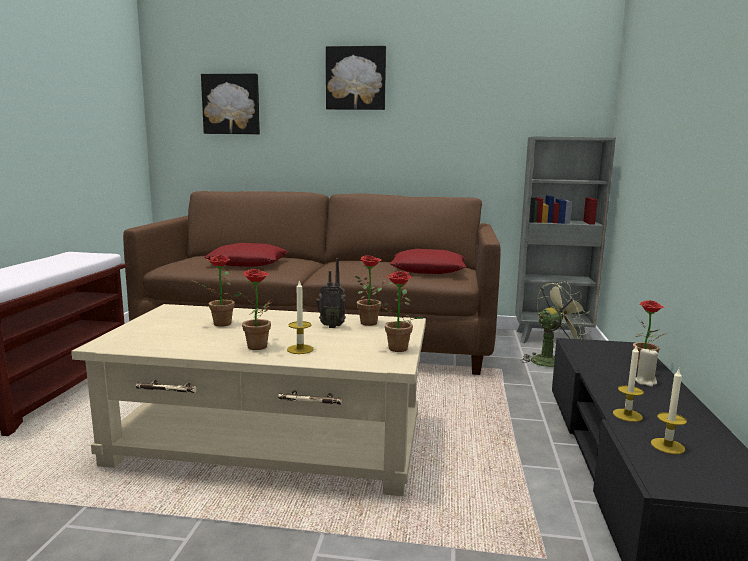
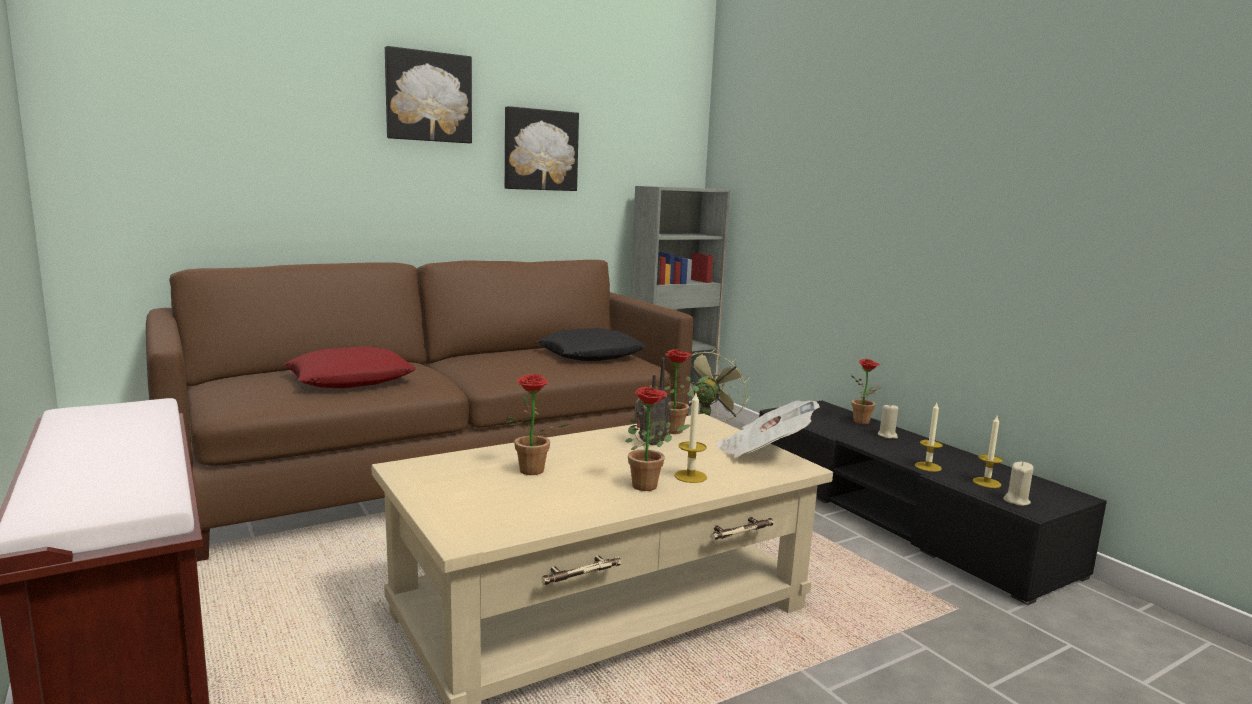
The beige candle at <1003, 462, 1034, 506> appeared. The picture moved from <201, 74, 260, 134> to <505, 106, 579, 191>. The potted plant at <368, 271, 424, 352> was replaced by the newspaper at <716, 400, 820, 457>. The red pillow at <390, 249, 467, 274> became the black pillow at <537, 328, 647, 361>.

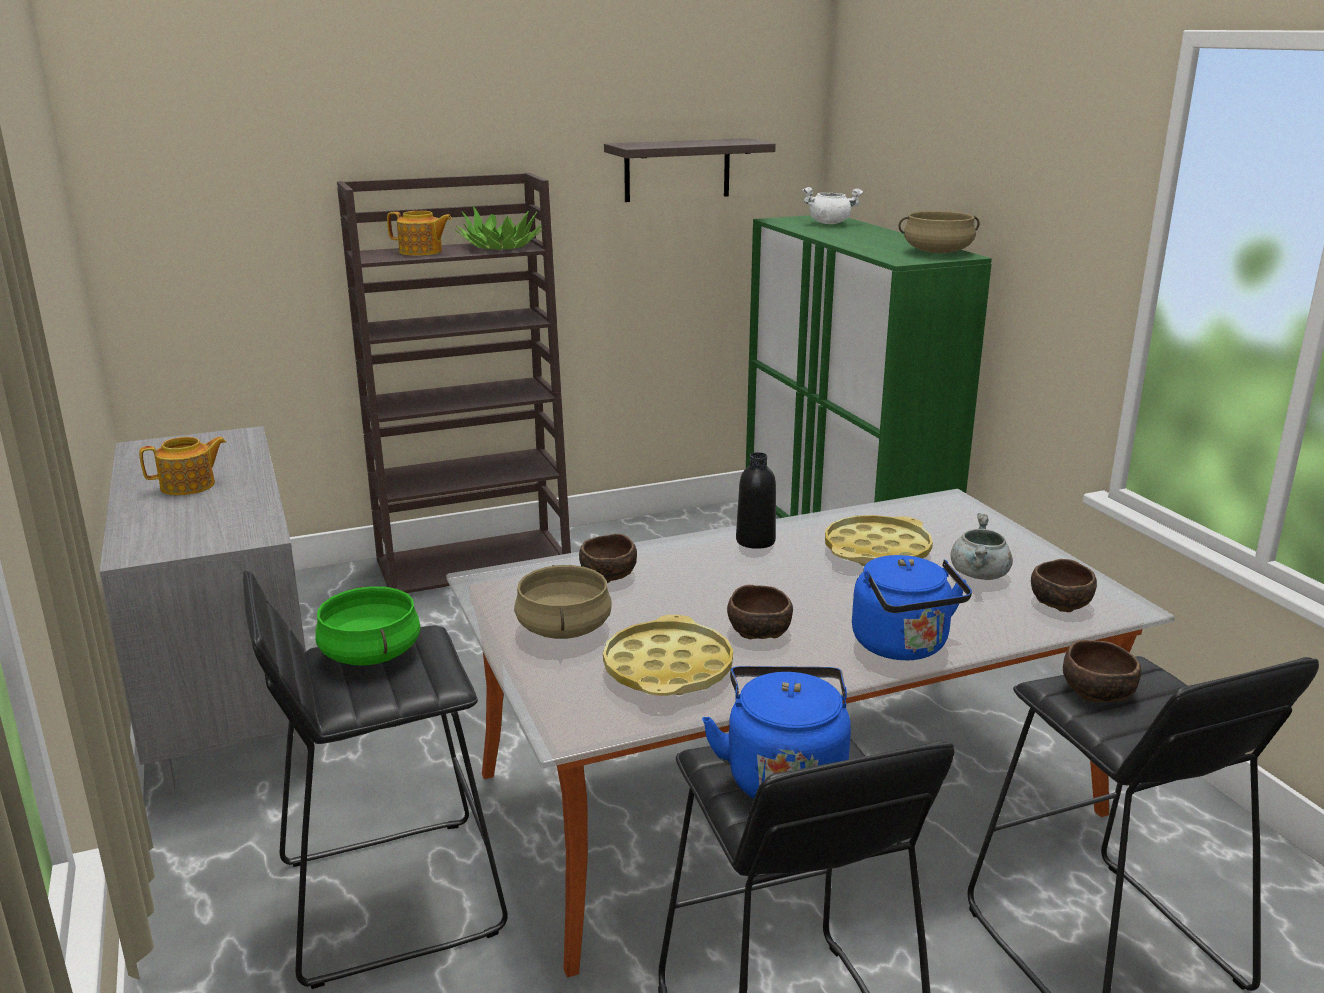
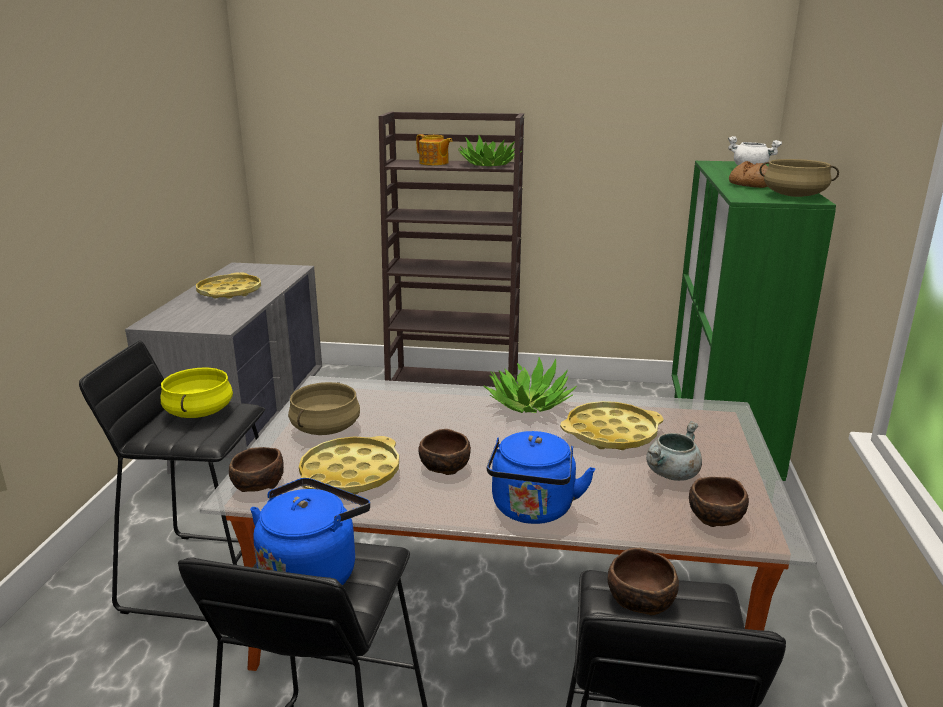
The shelf at <604, 138, 776, 202> disappeared. The bread at <729, 161, 768, 188> appeared. The brown bowl moved from <579, 534, 637, 583> to <229, 447, 284, 492>. The teapot at <139, 437, 226, 495> was replaced by the yellow tray at <196, 272, 261, 299>. The black bottle at <736, 452, 776, 549> was replaced by the potted plant at <484, 357, 577, 413>. The green cooking pot at <316, 586, 421, 666> became the yellow cooking pot at <160, 367, 233, 418>.

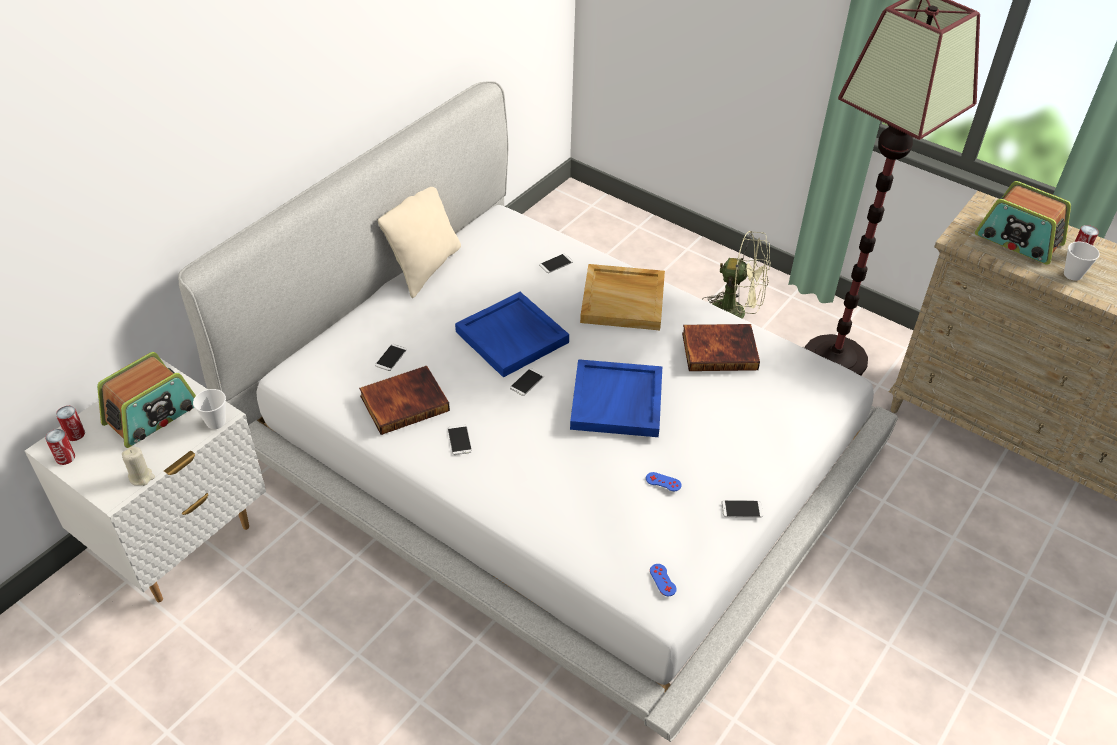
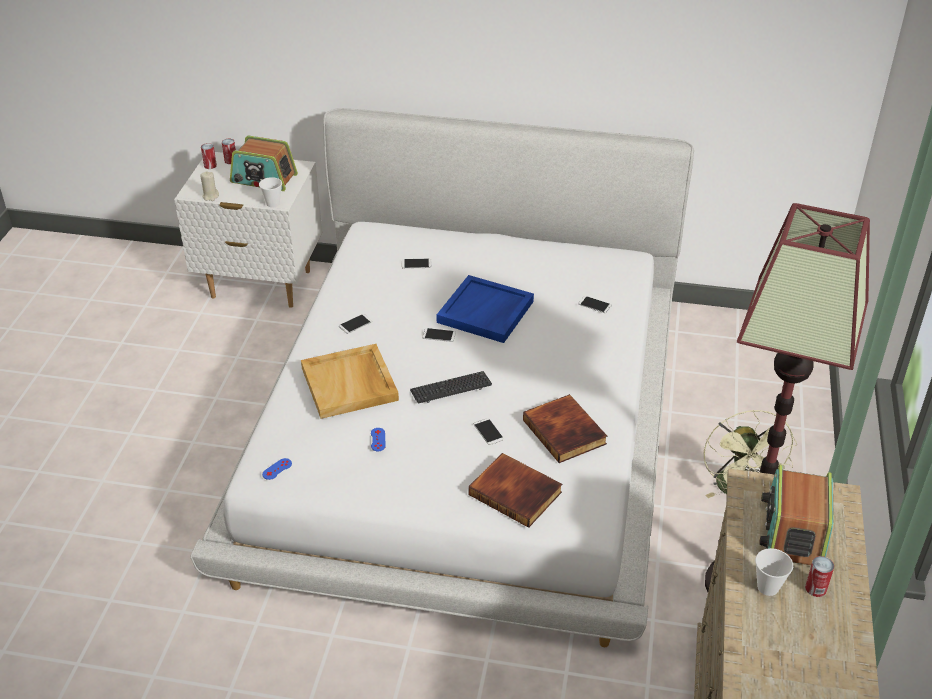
The beige pillow at <378, 187, 461, 298> disappeared. The book moved from <359, 366, 450, 435> to <468, 453, 562, 528>. The beige tray moved from <580, 264, 665, 330> to <301, 344, 399, 419>. The phone moved from <721, 500, 763, 518> to <474, 418, 504, 445>. The blue tray at <570, 359, 662, 437> was replaced by the keyboard at <410, 371, 492, 404>.

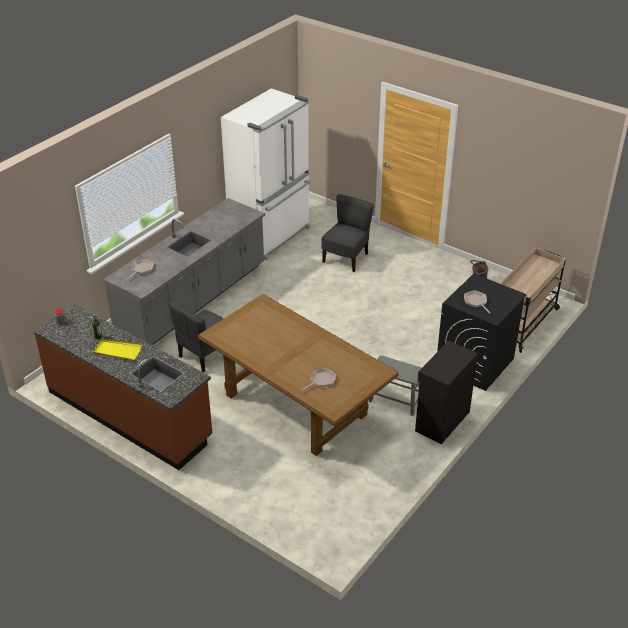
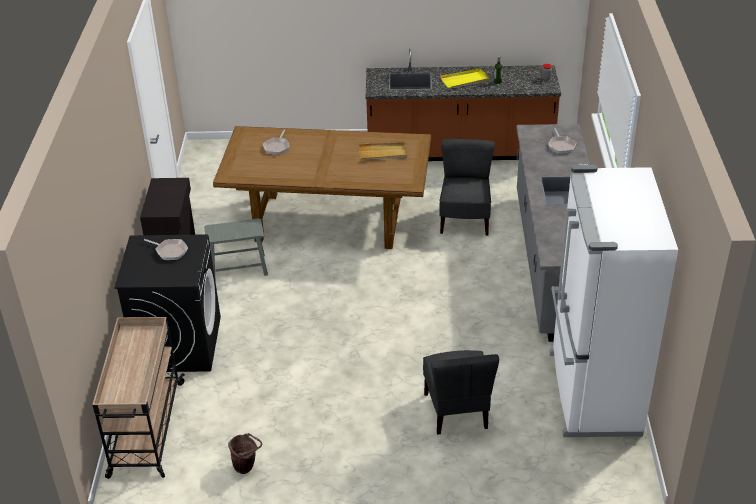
The beige tray at <359, 142, 407, 160> appeared.

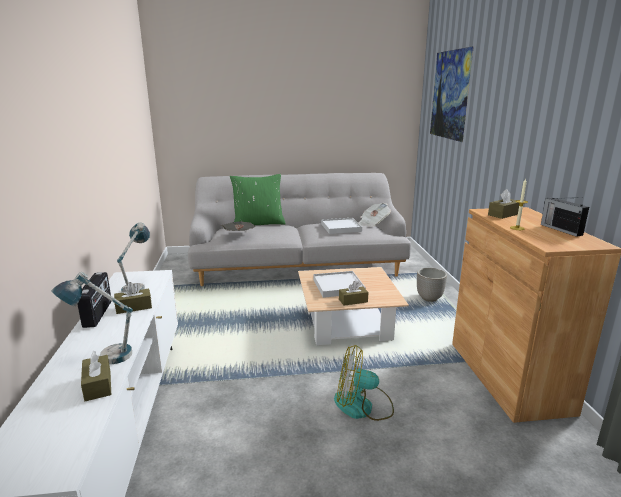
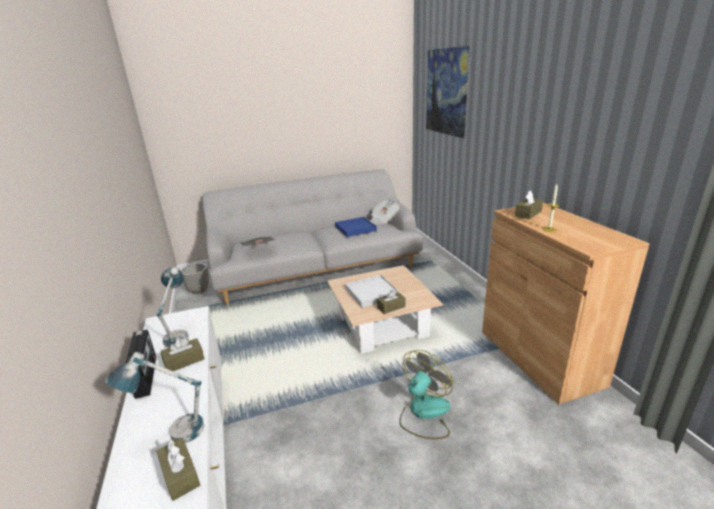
The green pillow at <230, 174, 286, 225> disappeared. The radio at <541, 197, 589, 237> disappeared. The planter moved from <417, 268, 447, 302> to <180, 263, 209, 294>. The white tray at <321, 218, 362, 234> became the blue tray at <335, 217, 377, 237>. The fan at <334, 345, 394, 421> turned 135 degrees clockwise.

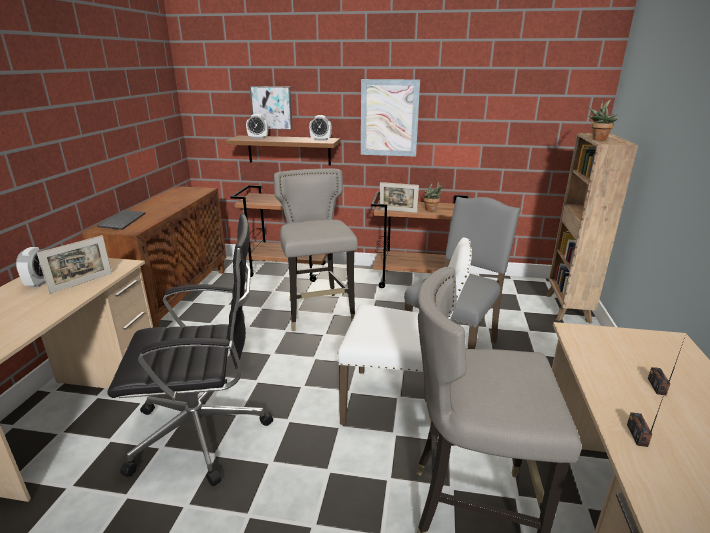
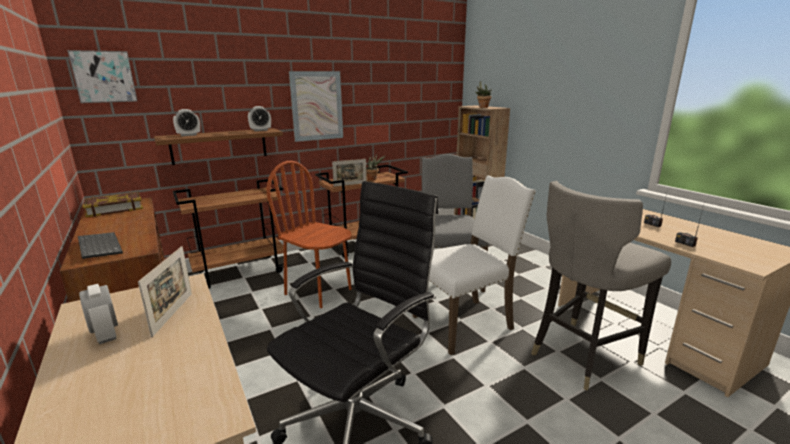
The book at <83, 192, 143, 217> appeared. The picture moved from <250, 86, 293, 130> to <67, 50, 138, 103>. The grey stool at <274, 169, 358, 331> was replaced by the brown chair at <266, 161, 352, 308>.

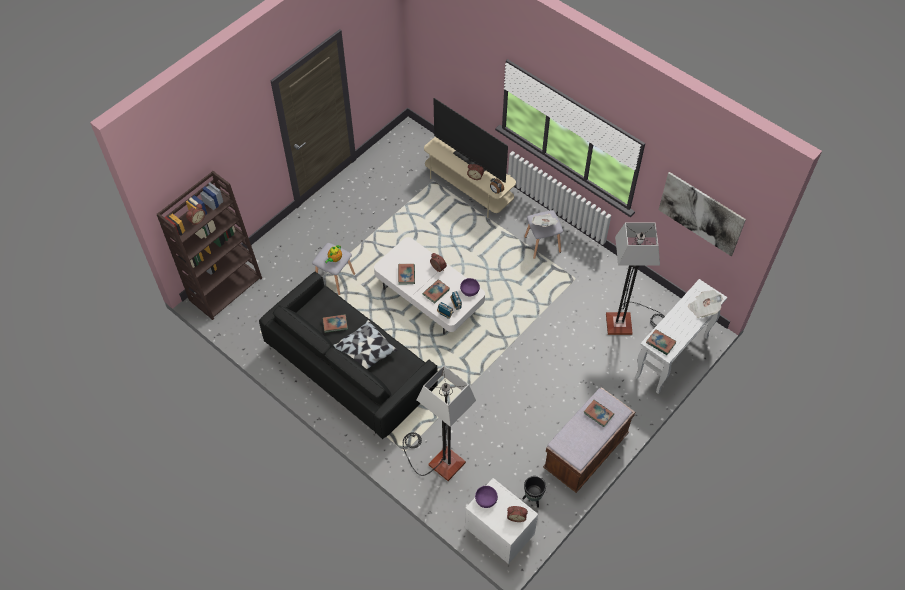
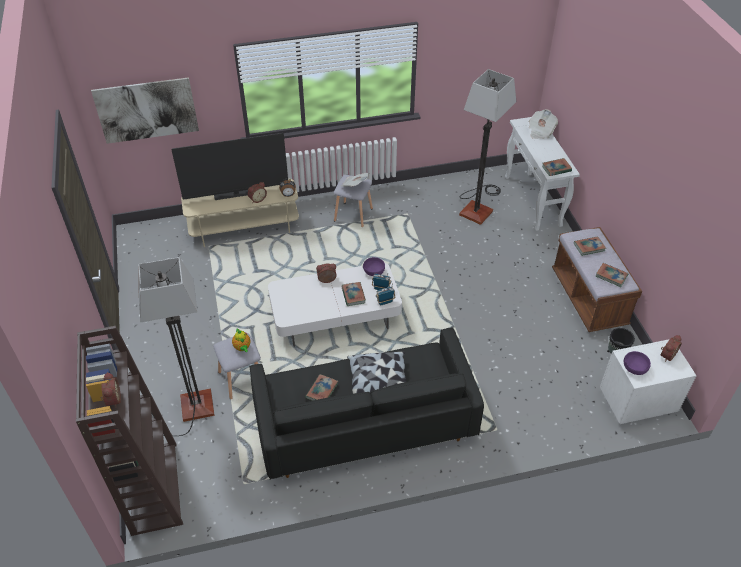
The book moved from <398, 264, 415, 285> to <596, 263, 629, 287>. The floor lamp moved from <403, 366, 476, 481> to <138, 257, 215, 436>. The picture moved from <659, 172, 746, 256> to <91, 77, 199, 144>.

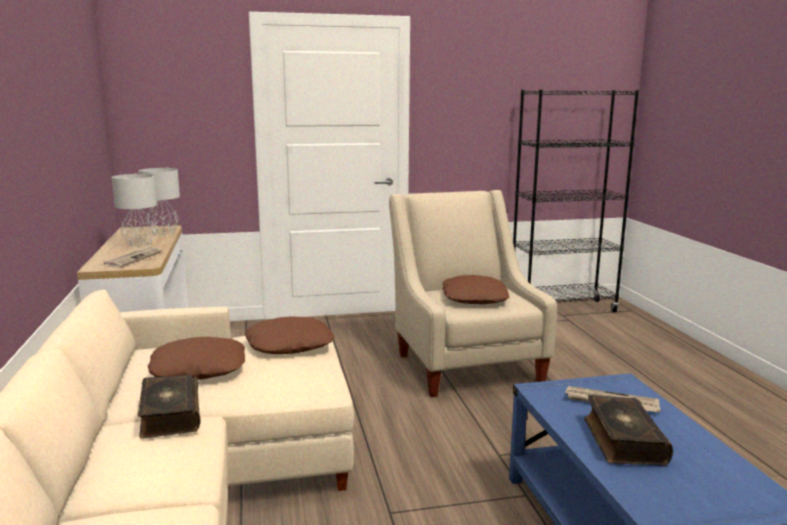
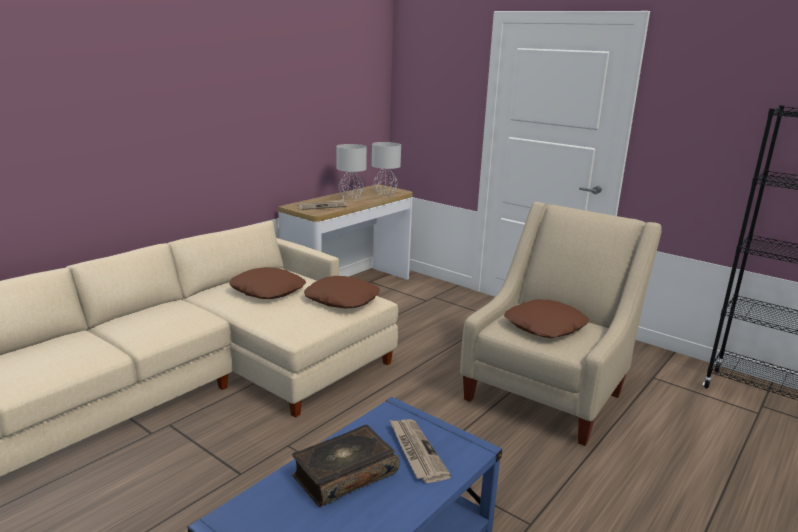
The book at <138, 375, 201, 439> disappeared.

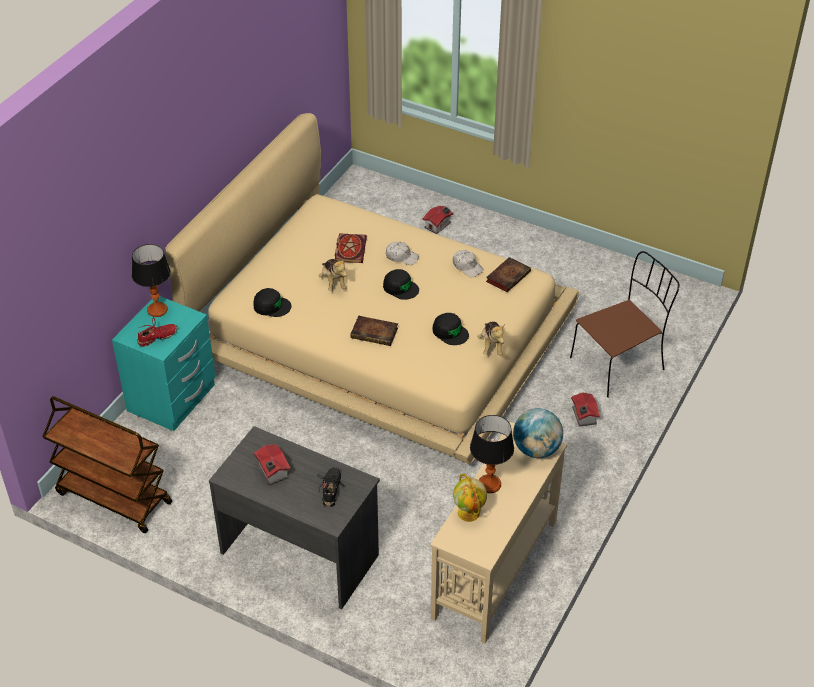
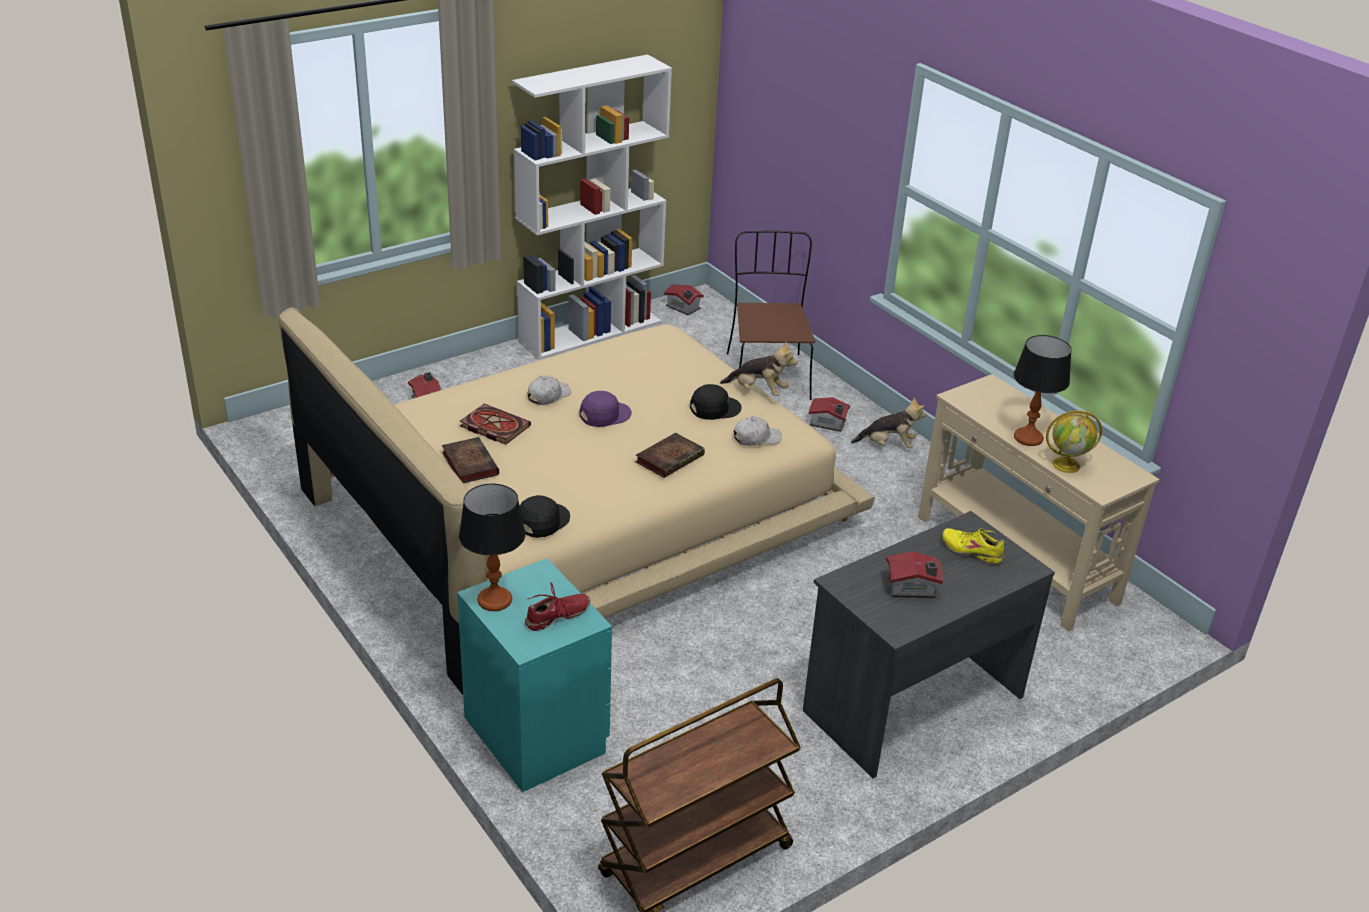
The globe at <513, 408, 563, 458> disappeared. The white bookcase at <512, 54, 672, 360> appeared. The toy house at <664, 284, 704, 315> appeared. The plush toy moved from <319, 258, 347, 291> to <851, 397, 926, 448>. The white cap moved from <453, 250, 484, 277> to <734, 416, 782, 446>. The book moved from <486, 257, 531, 292> to <442, 437, 499, 483>. The black shoe at <317, 467, 346, 507> became the yellow shoe at <942, 528, 1004, 564>. The black cap at <383, 269, 419, 300> became the purple cap at <580, 391, 632, 427>. The red shoe at <137, 318, 177, 347> turned 60 degrees clockwise.

